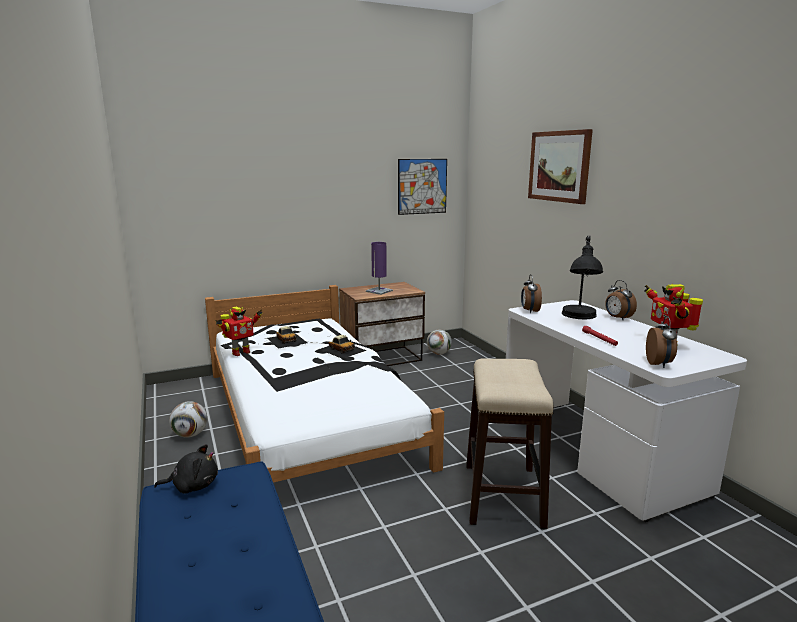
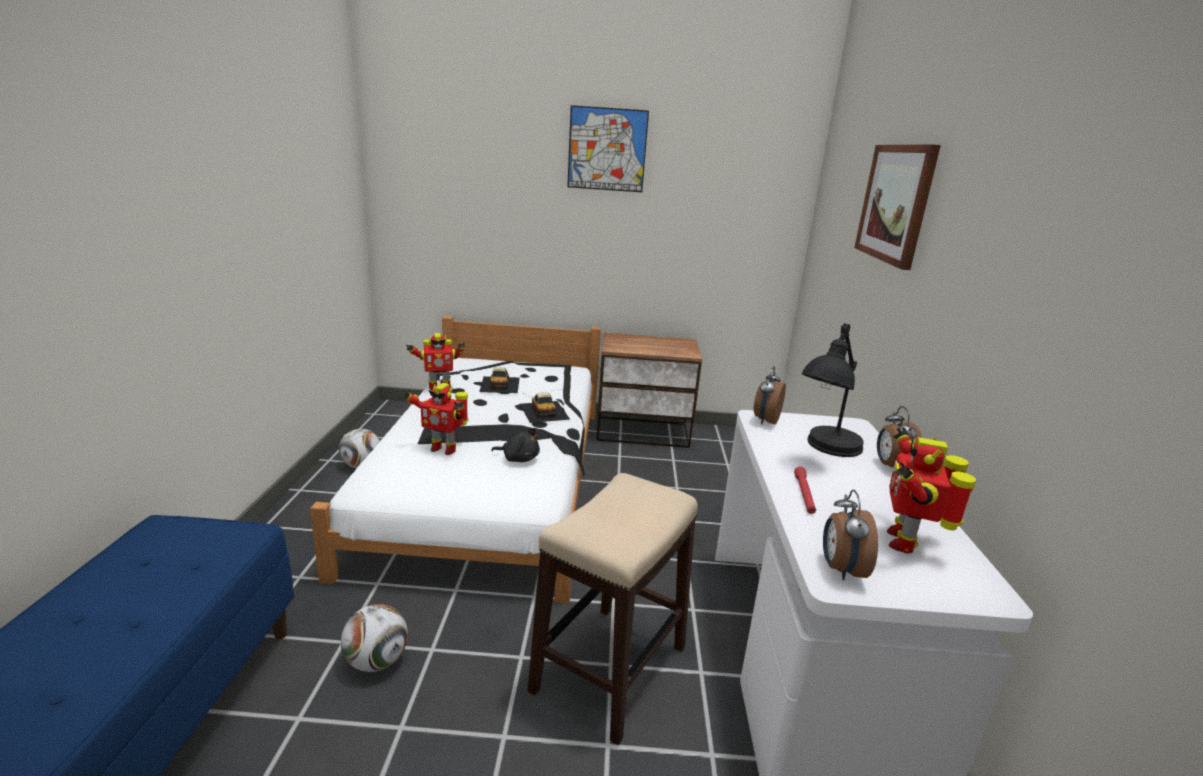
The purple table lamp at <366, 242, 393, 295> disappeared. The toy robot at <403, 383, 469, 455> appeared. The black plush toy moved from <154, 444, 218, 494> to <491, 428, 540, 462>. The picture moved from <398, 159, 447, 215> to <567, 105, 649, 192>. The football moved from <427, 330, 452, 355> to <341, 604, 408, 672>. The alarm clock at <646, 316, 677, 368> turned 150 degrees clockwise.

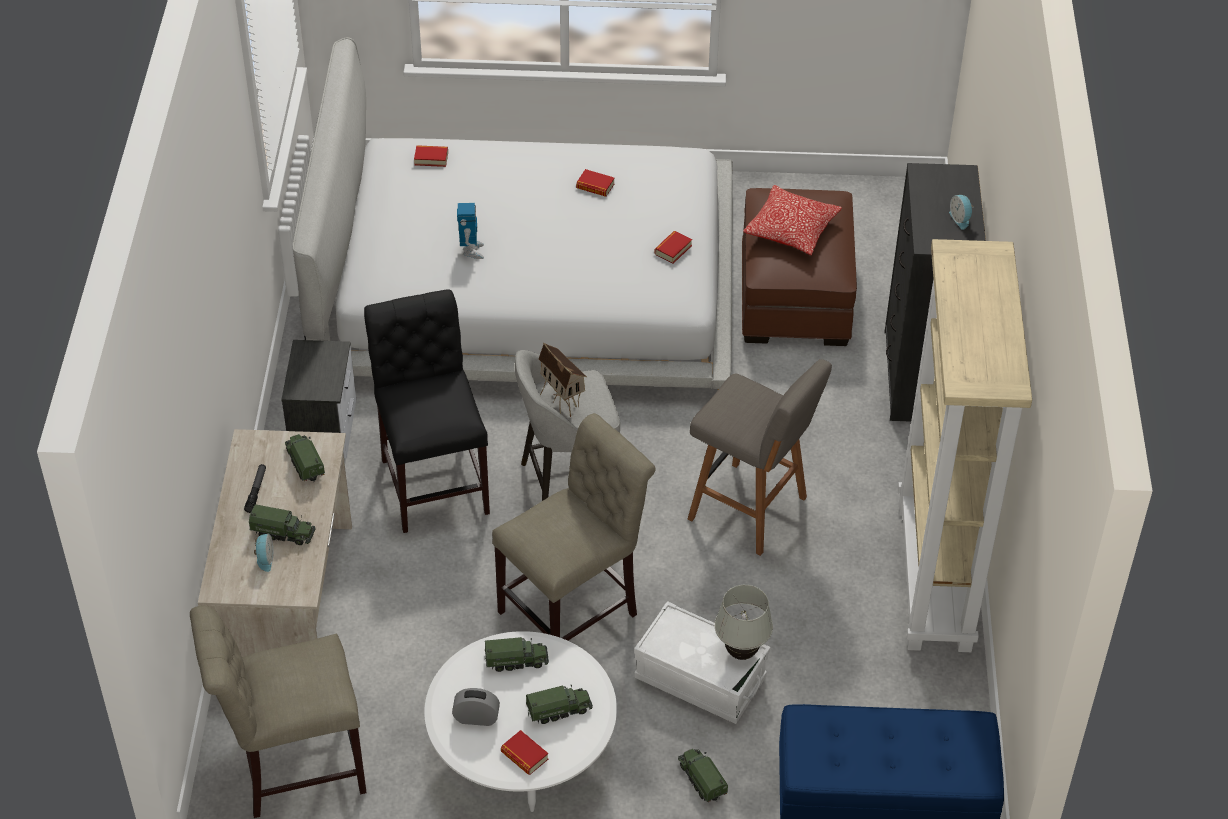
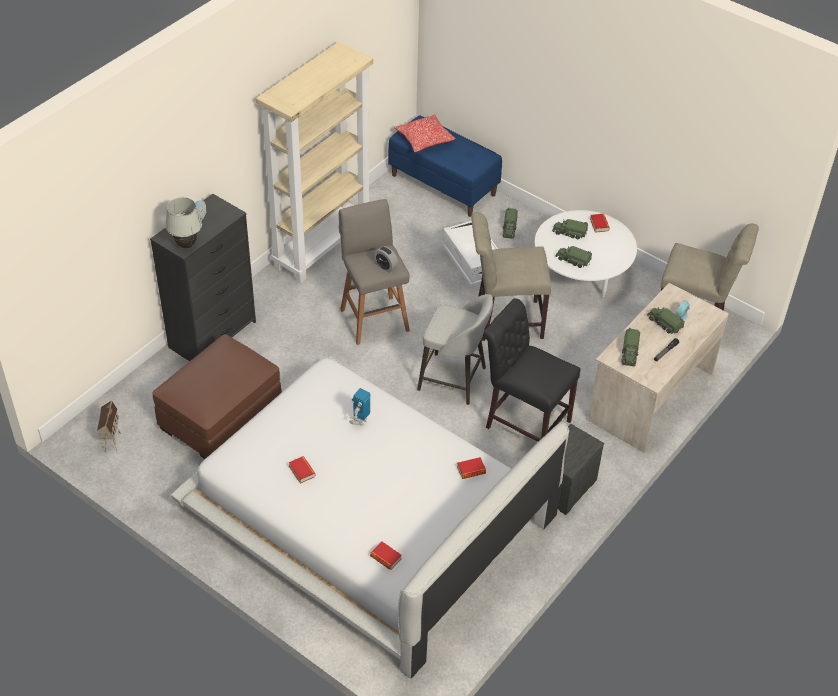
The alarm clock moved from <452, 688, 500, 726> to <373, 246, 398, 273>. The toy robot moved from <457, 203, 484, 259> to <349, 388, 370, 426>. The toy house moved from <539, 343, 587, 417> to <97, 400, 121, 452>. The book moved from <654, 231, 692, 264> to <457, 457, 486, 479>. The white table lamp moved from <715, 585, 773, 660> to <165, 197, 202, 248>. The pillow moved from <743, 185, 842, 256> to <394, 114, 456, 152>. The black chair at <364, 289, 490, 533> turned 105 degrees clockwise.

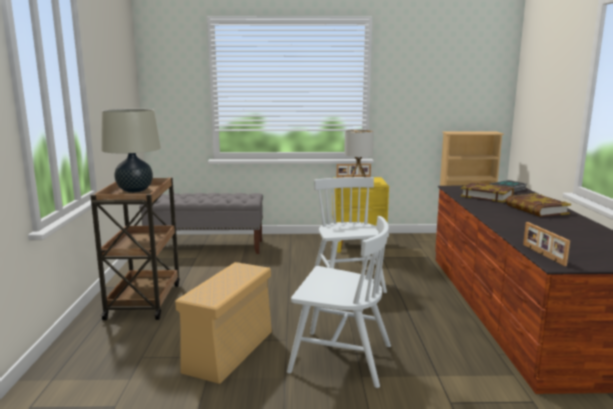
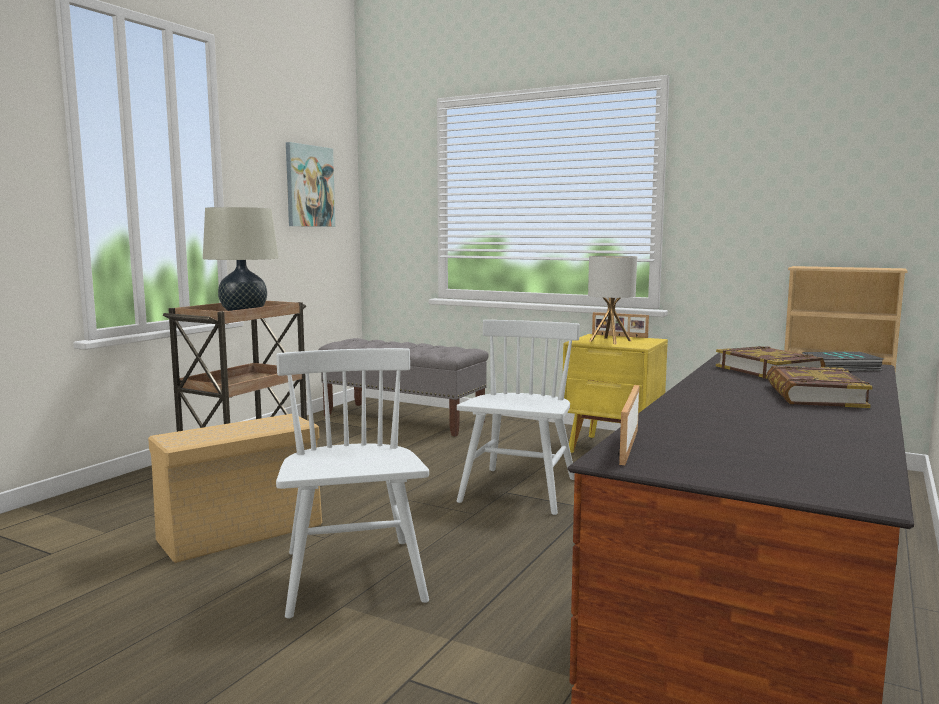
The picture at <286, 142, 335, 227> appeared. The white chair at <287, 216, 391, 388> turned 150 degrees counterclockwise.

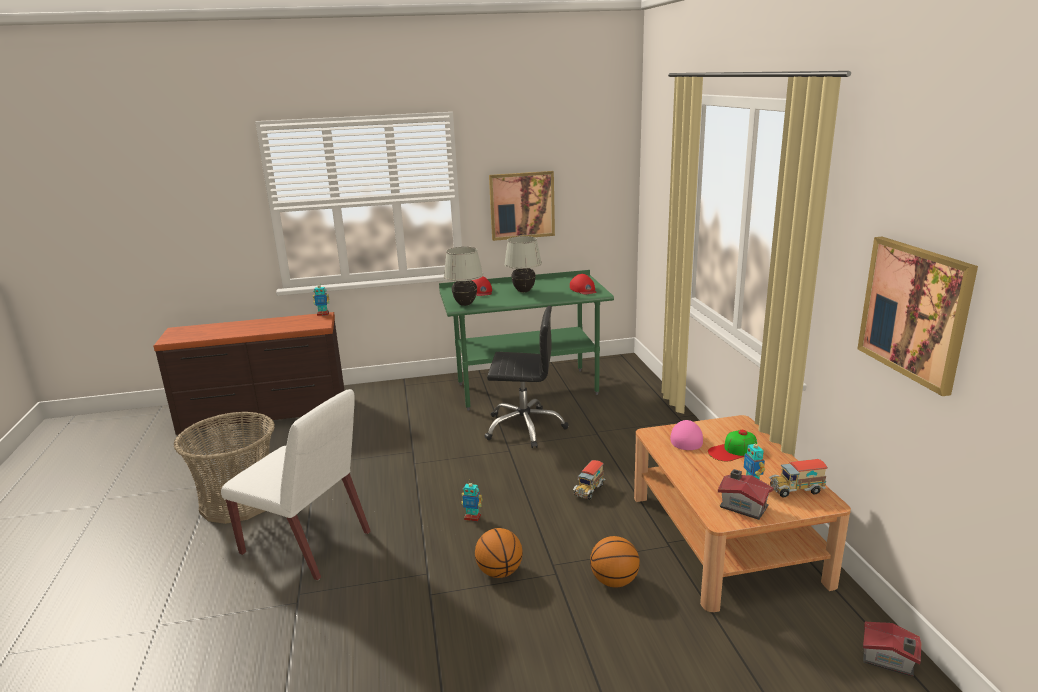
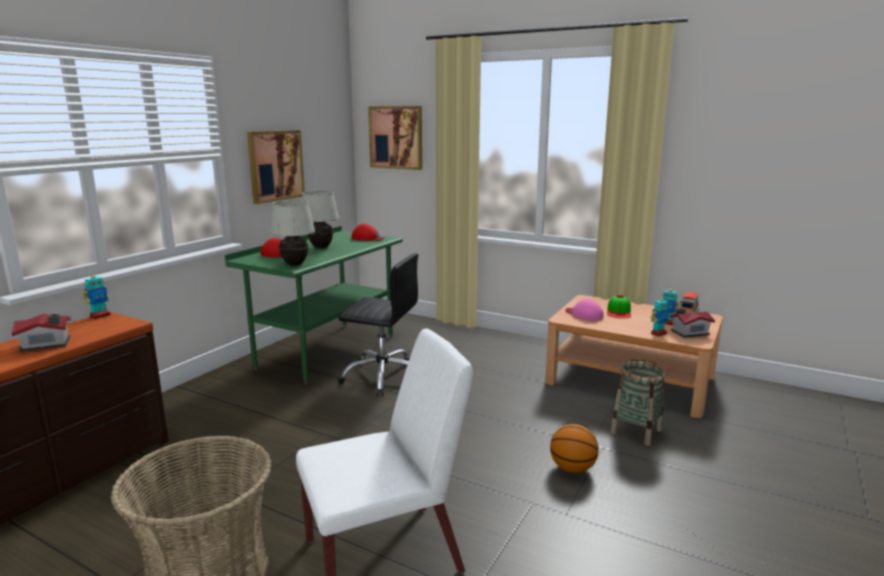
The toy truck at <573, 460, 605, 500> disappeared. The toy robot moved from <461, 480, 483, 522> to <651, 296, 669, 336>. The picture moved from <857, 237, 978, 396> to <368, 106, 422, 170>. The toy house moved from <863, 622, 921, 677> to <12, 314, 71, 352>. The basketball at <590, 536, 640, 587> was replaced by the basket at <610, 359, 666, 446>. The black office chair at <484, 306, 569, 448> turned 60 degrees clockwise.

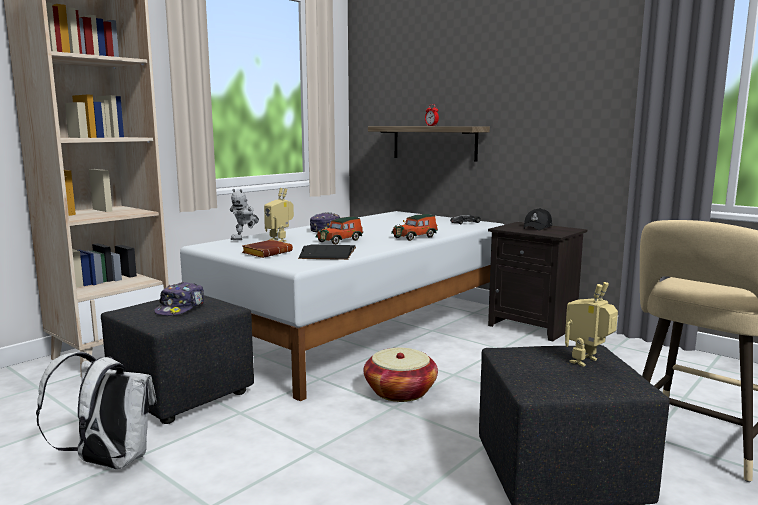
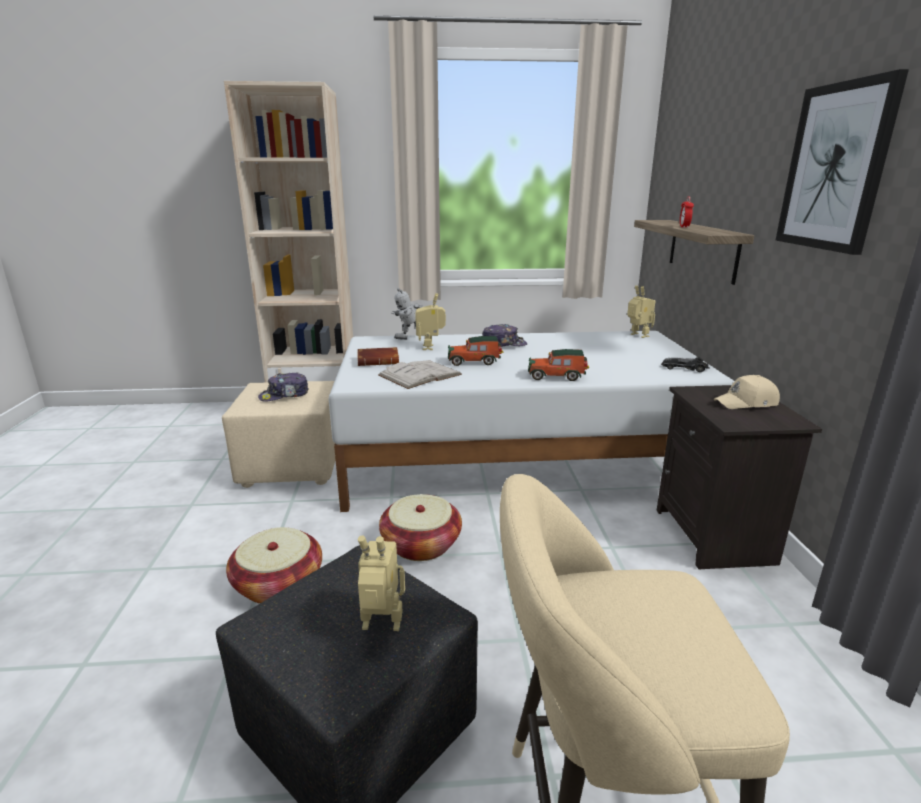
The white backpack at <36, 352, 157, 469> disappeared. The basket at <226, 527, 322, 604> appeared. The toy robot at <627, 285, 655, 338> appeared. The picture at <776, 69, 909, 255> appeared. The black ottoman at <101, 295, 254, 424> became the beige ottoman at <222, 381, 335, 488>. The black book at <298, 245, 356, 260> became the white book at <378, 360, 462, 389>. The black cap at <524, 208, 552, 230> became the beige cap at <714, 375, 780, 409>.

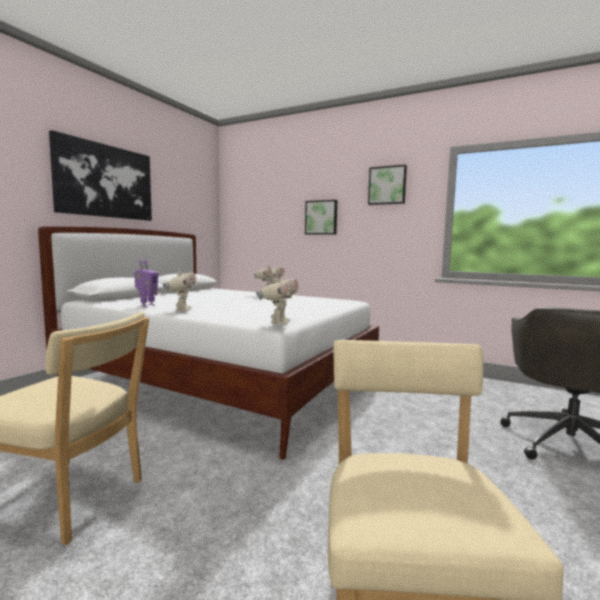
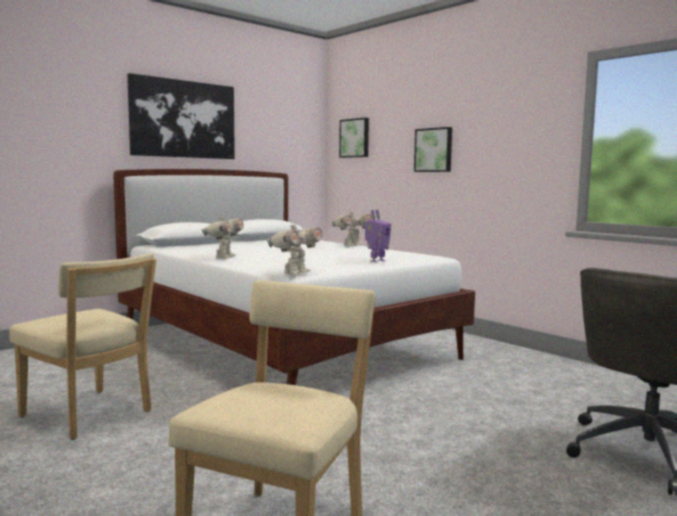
The toy robot moved from <134, 261, 158, 307> to <365, 210, 391, 263>. The picture moved from <368, 165, 407, 205> to <339, 118, 369, 158>.

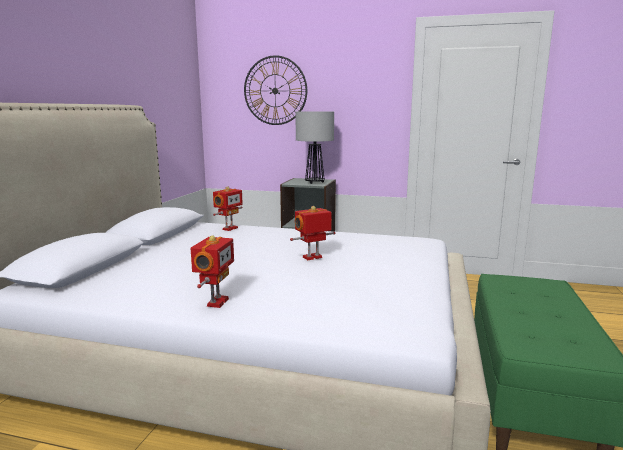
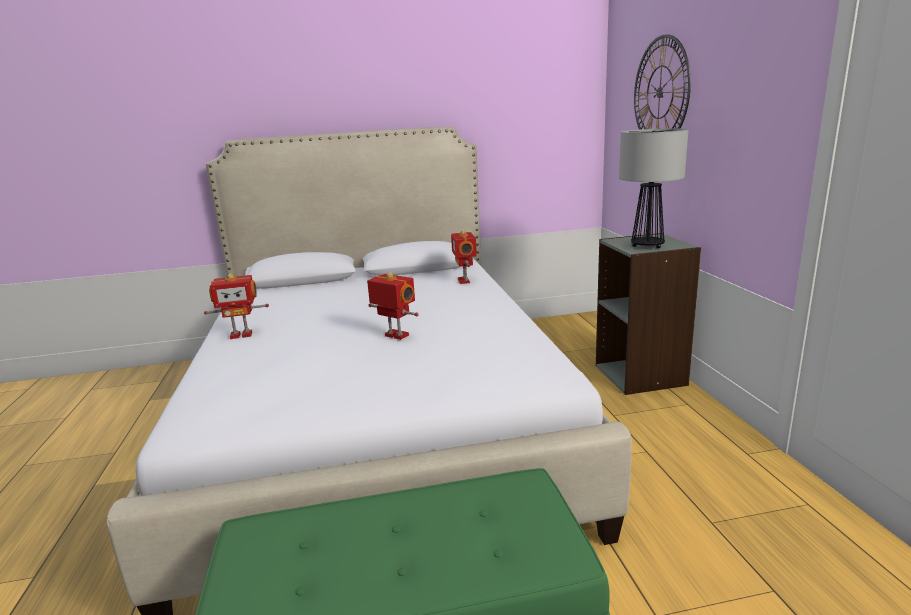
The toy robot at <213, 186, 243, 231> turned 75 degrees clockwise.

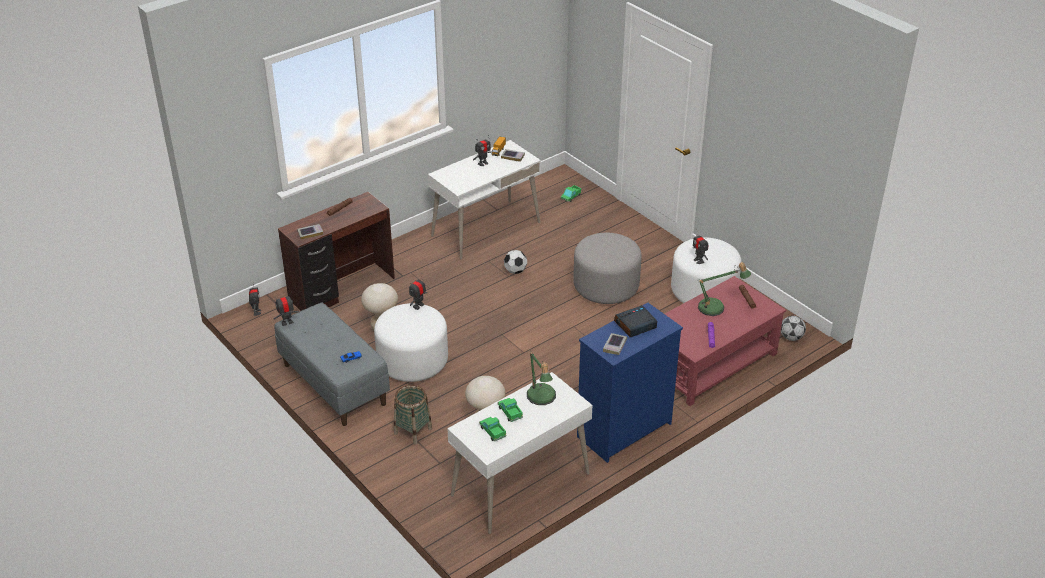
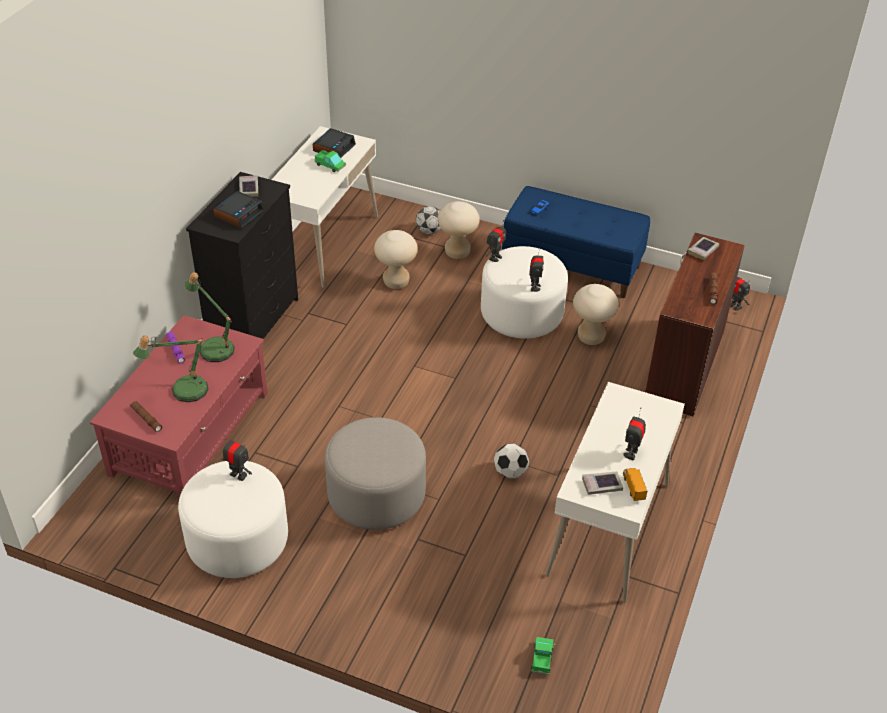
The toy robot moved from <273, 295, 299, 326> to <486, 220, 506, 262>. The table lamp moved from <527, 351, 556, 405> to <185, 272, 235, 362>. The football moved from <781, 316, 806, 341> to <416, 206, 441, 234>. The basket at <394, 385, 432, 445> was replaced by the beige stool at <438, 201, 480, 259>. The toy truck at <479, 417, 507, 441> was replaced by the alarm clock at <313, 128, 356, 158>. The grey bench at <275, 302, 390, 426> became the blue bench at <502, 186, 650, 298>. The blue dresser at <577, 303, 683, 463> became the black dresser at <186, 172, 298, 339>.

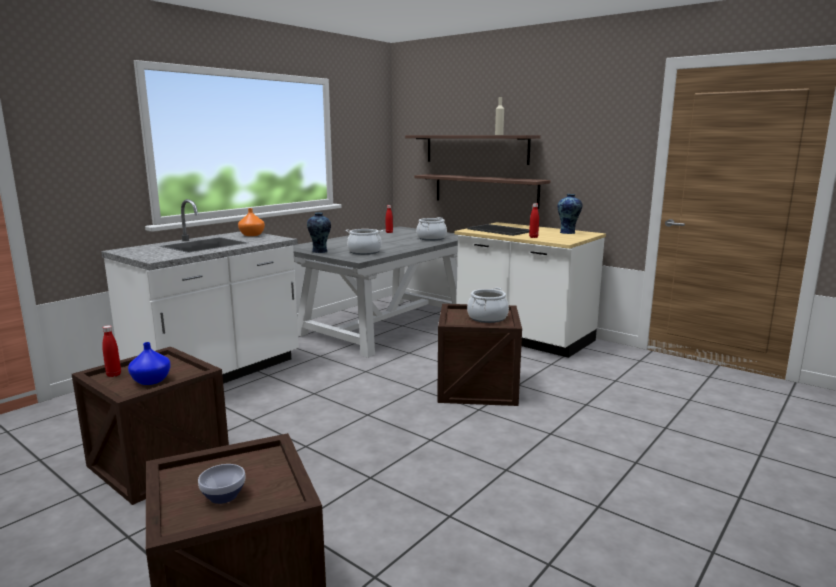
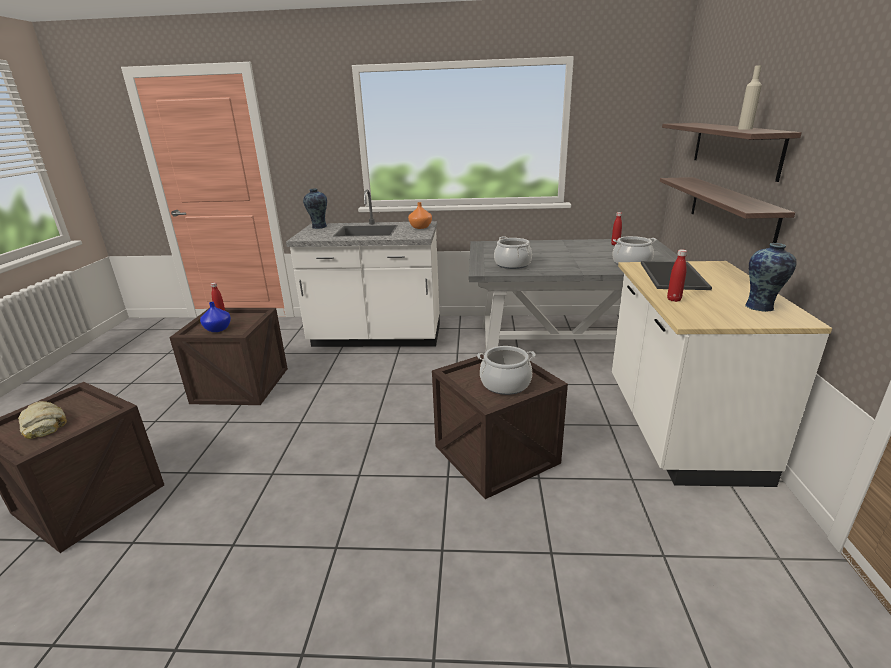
The vase moved from <307, 212, 331, 253> to <303, 188, 327, 229>. The bowl at <198, 464, 246, 504> was replaced by the bread at <18, 401, 67, 439>.

